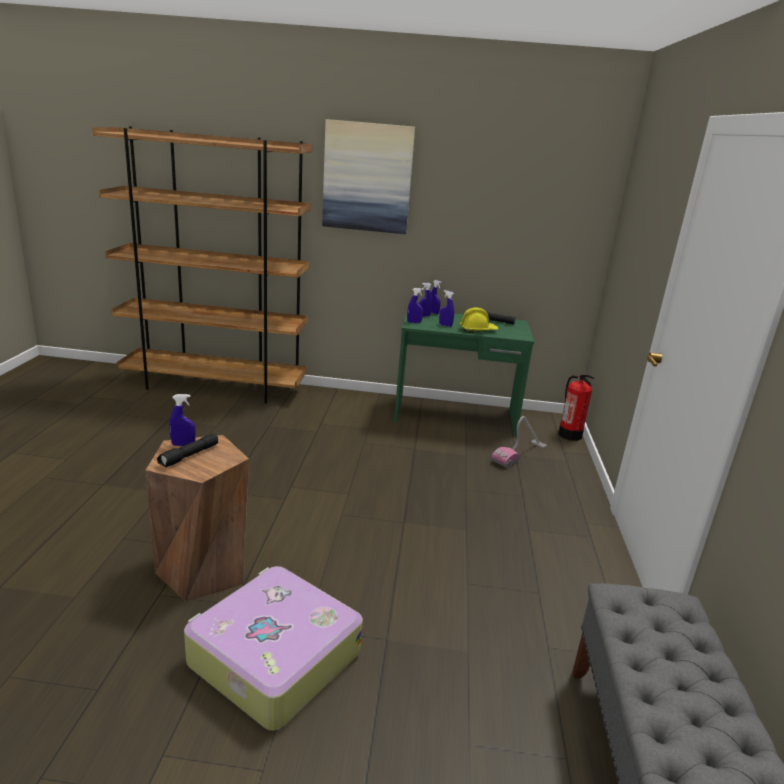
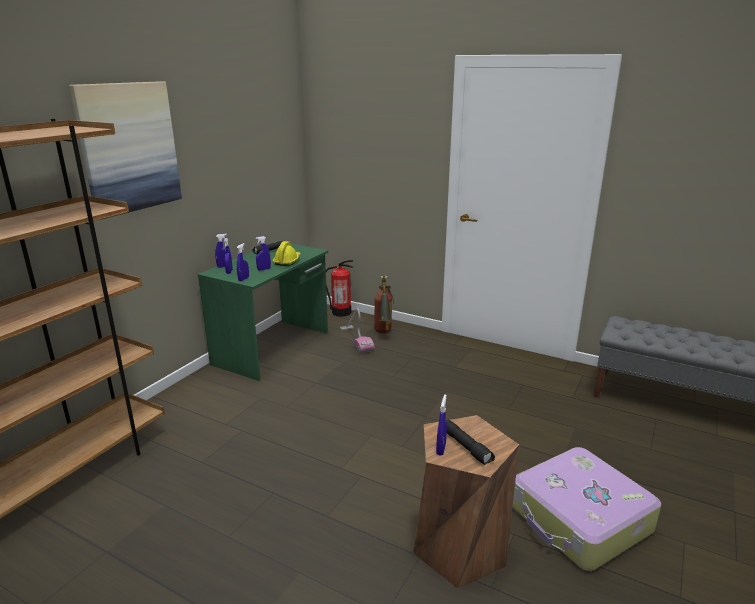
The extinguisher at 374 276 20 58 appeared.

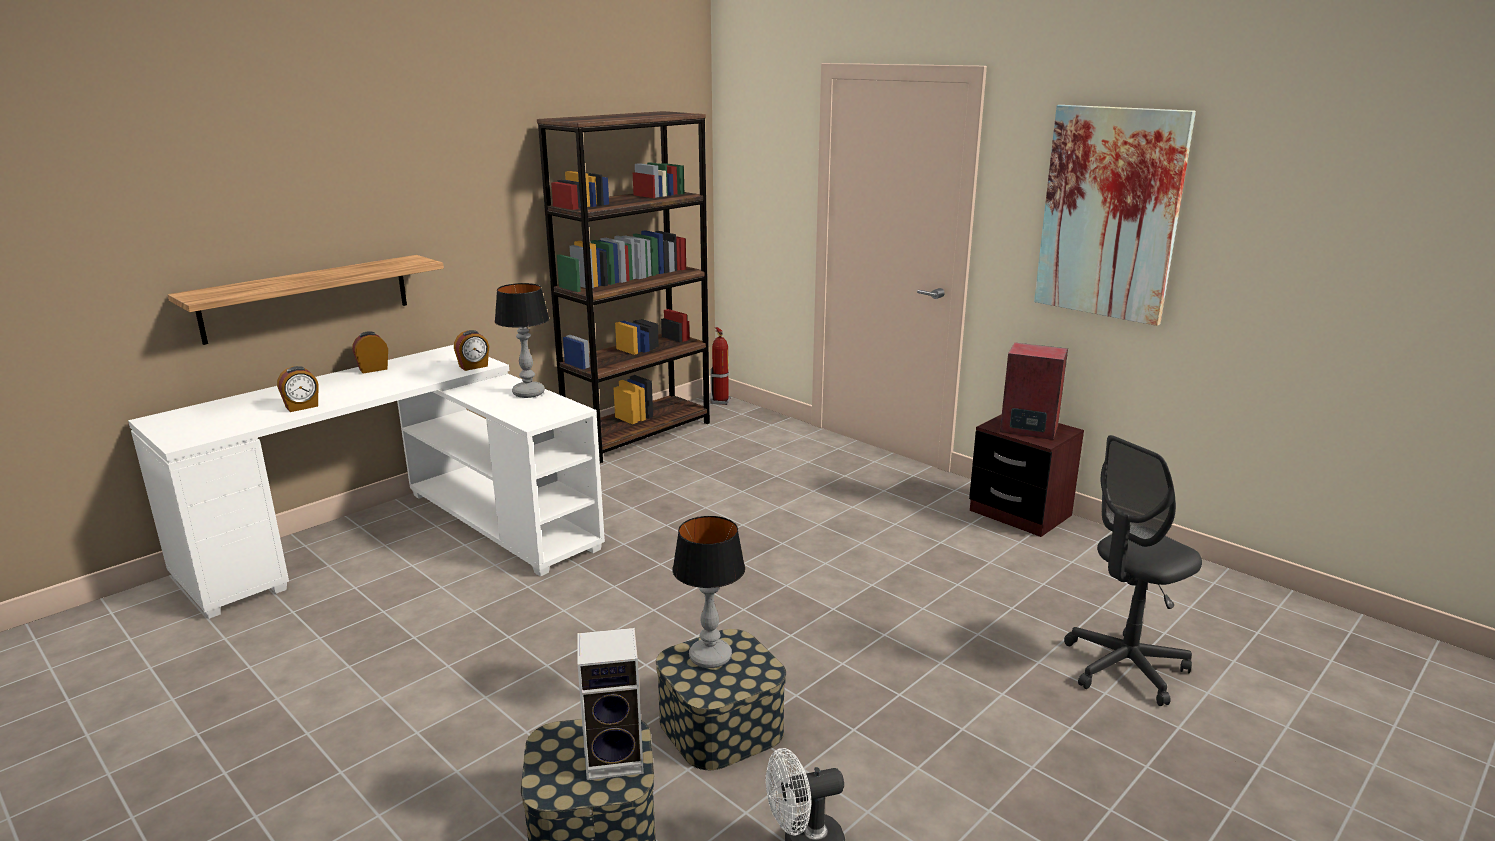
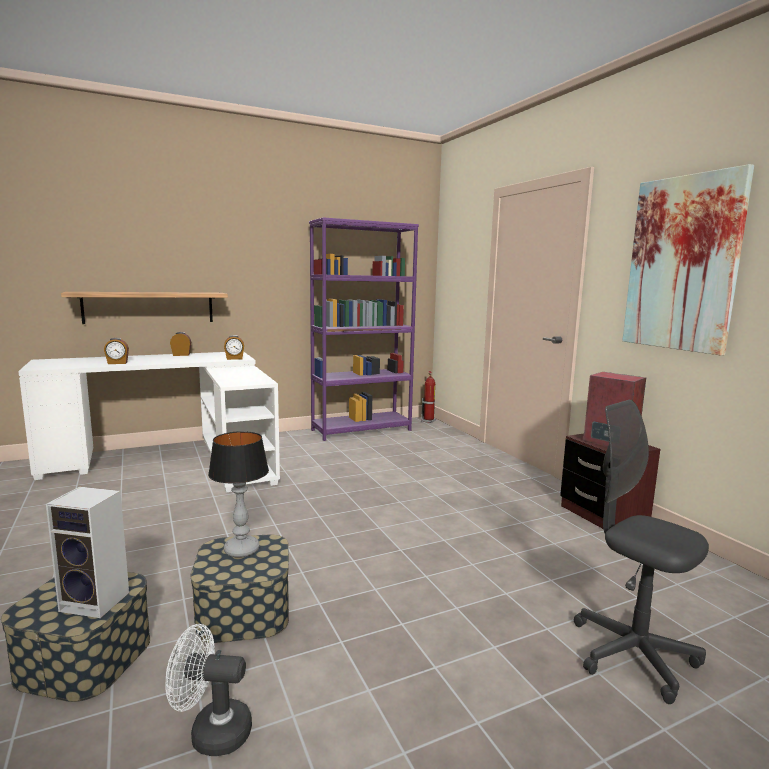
The table lamp at 495 283 54 115 disappeared.
The brown shelving unit at 537 111 173 352 became the purple shelving unit at 309 217 110 224.
The grey desk chair at 1064 435 138 271 turned 60 degrees clockwise.

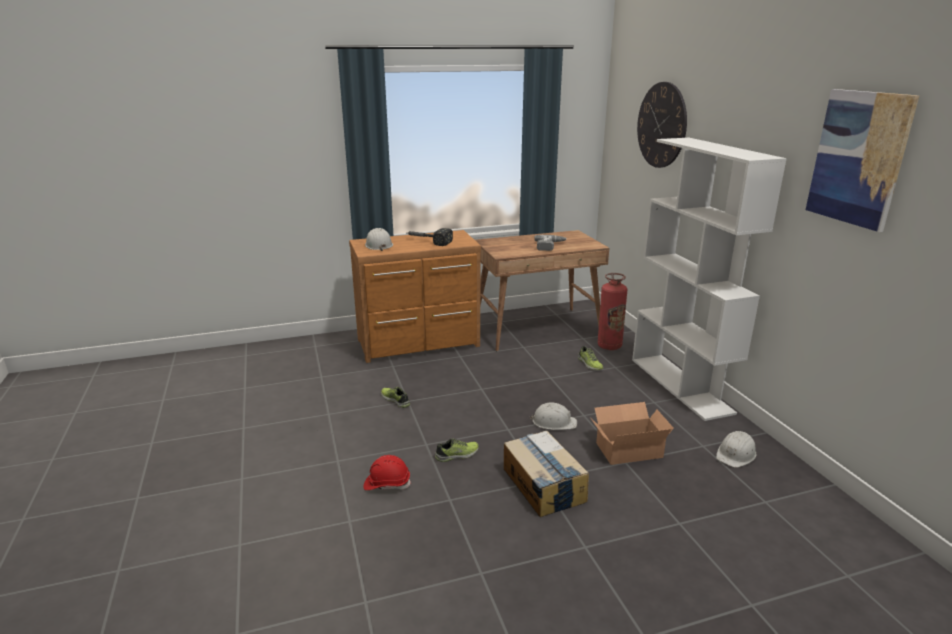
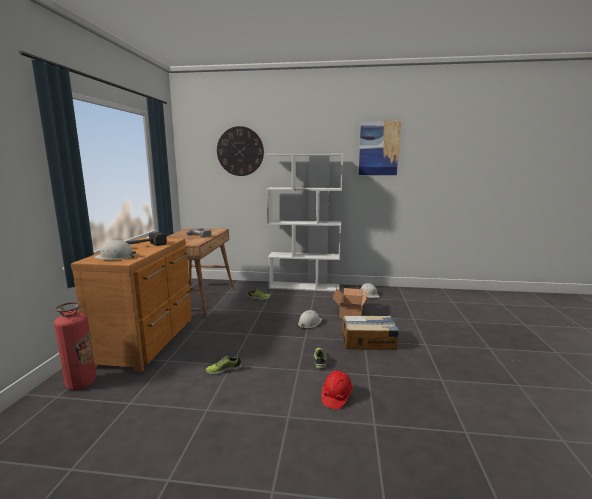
The extinguisher moved from 597 273 31 77 to 54 302 42 88.

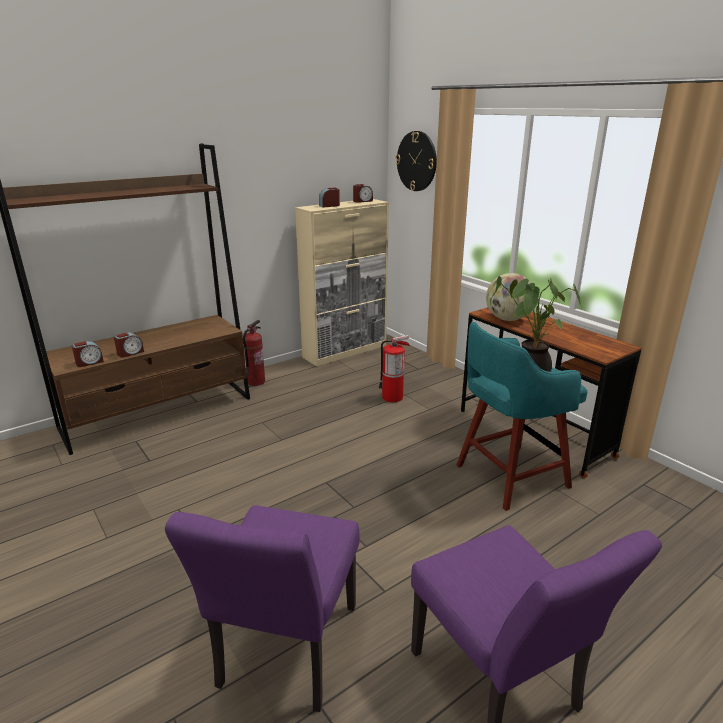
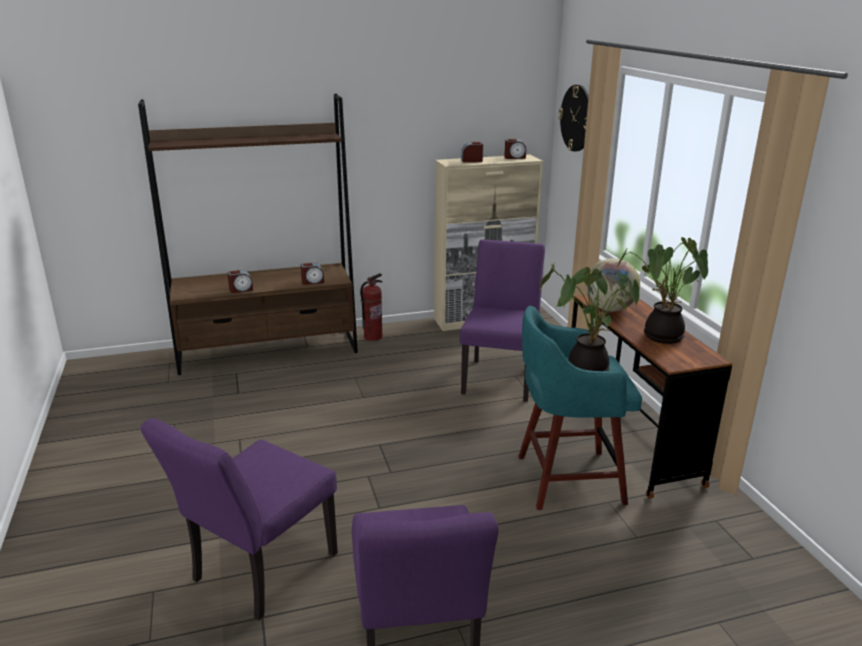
The bedside clock moved from 71 341 33 26 to 301 263 23 22.
The extinguisher at 378 335 32 67 was replaced by the purple chair at 459 240 86 162.
The potted plant at 617 237 91 107 appeared.

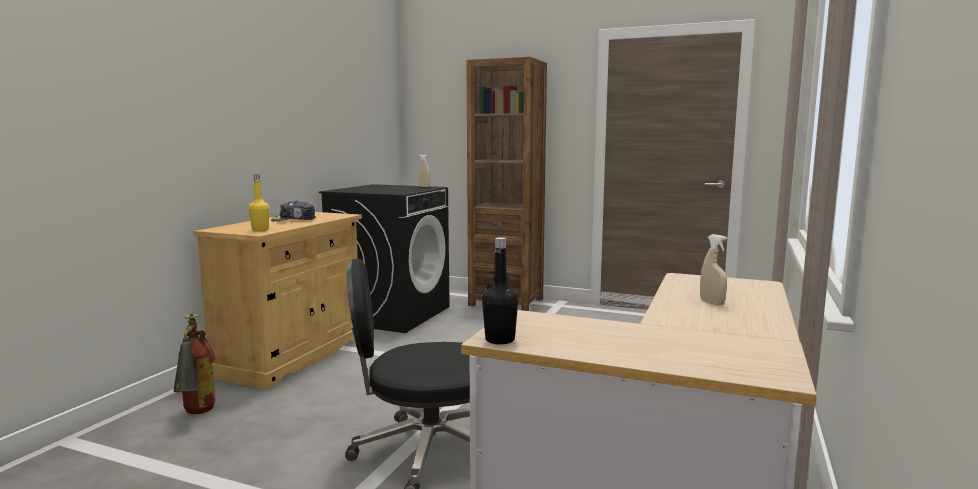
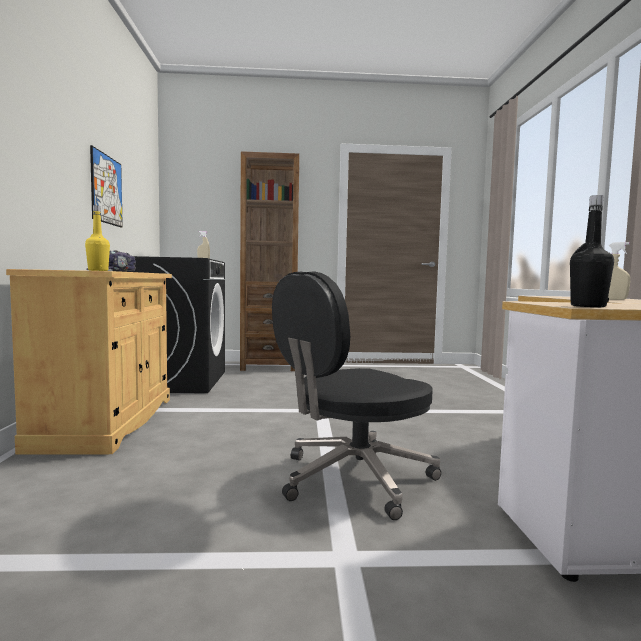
The extinguisher at 174 314 41 100 disappeared.
The picture at 90 145 33 83 appeared.

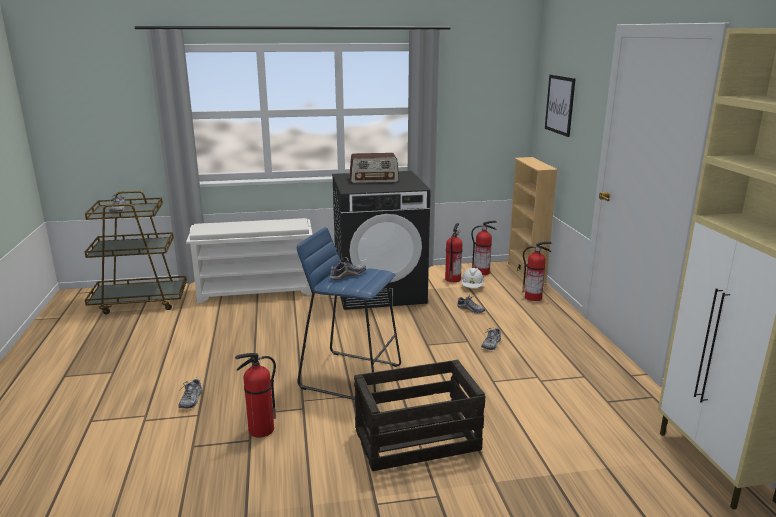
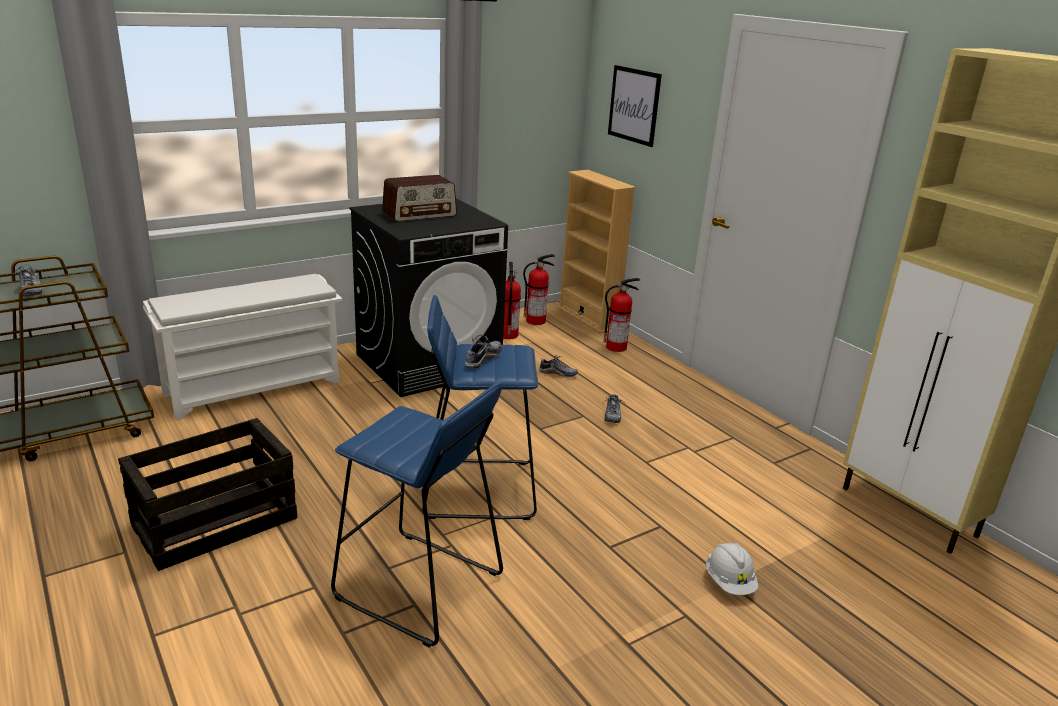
The item of footwear at 179 379 23 30 disappeared.
The extinguisher at 235 353 41 84 was replaced by the bluish stool seat at 331 383 172 264.
The crate moved from 354 360 131 111 to 118 418 179 153.
The white-coloured safety helmet moved from 461 268 23 20 to 706 543 52 52.

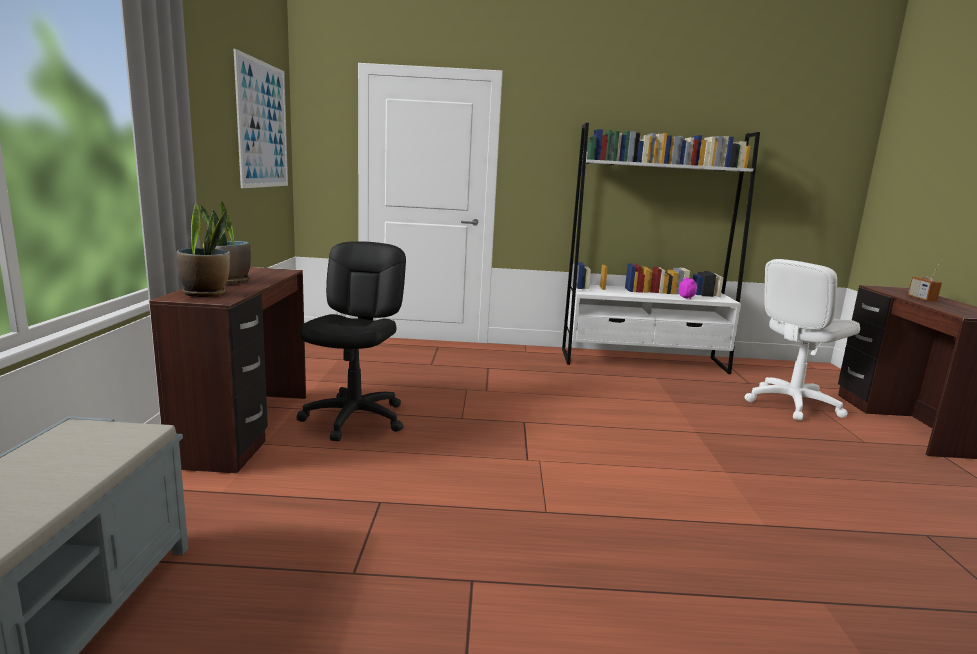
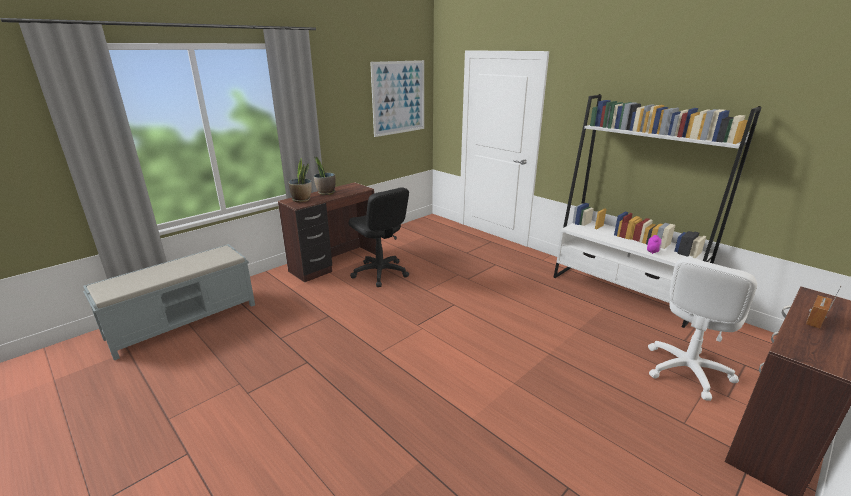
The black-coloured desk chair at 296 241 110 200 turned 90 degrees clockwise.
The white-coloured desk chair at 745 259 115 162 turned 60 degrees counterclockwise.

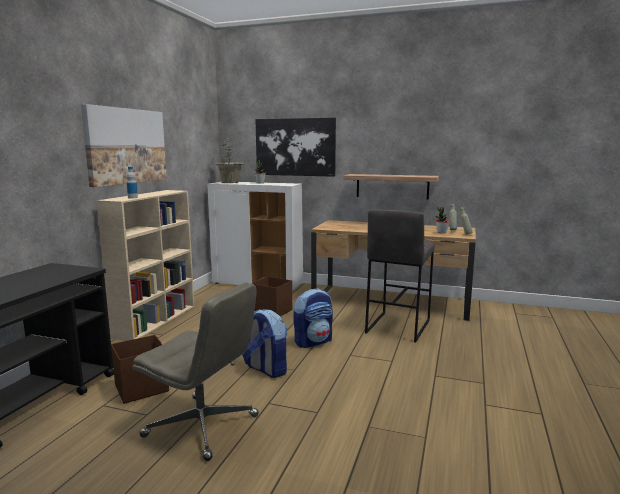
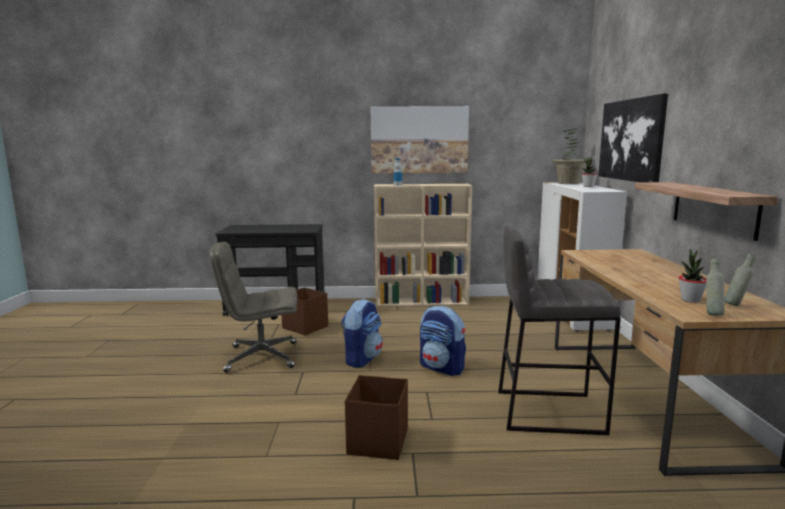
The grey desk chair at 133 282 126 179 turned 75 degrees clockwise.
The brown storage container moved from 252 276 40 40 to 345 375 63 85.

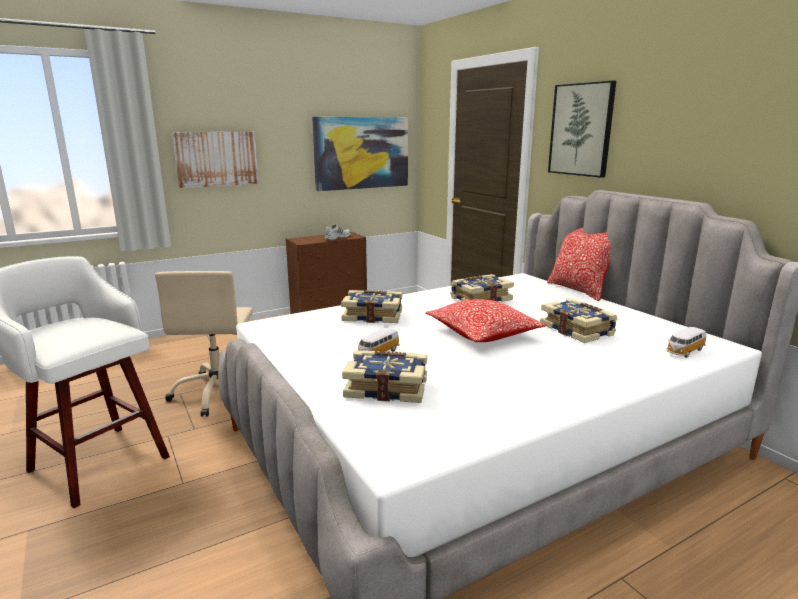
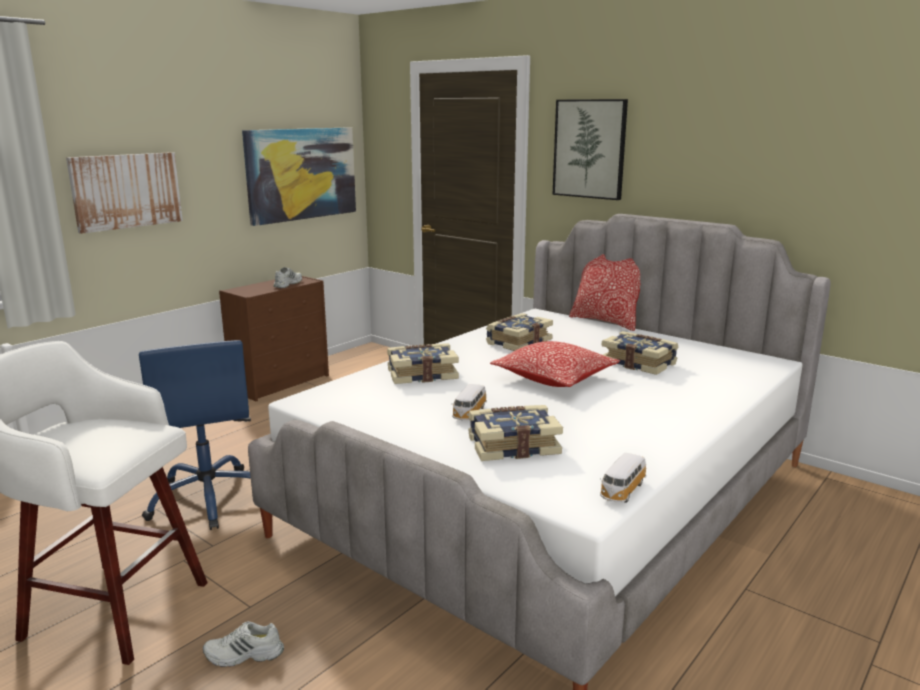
The beige-coloured desk chair at 155 271 98 146 became the bluish desk chair at 139 340 112 190.
The toy car moved from 666 327 41 31 to 600 453 46 50.
The white-coloured item of footwear at 203 621 81 46 appeared.

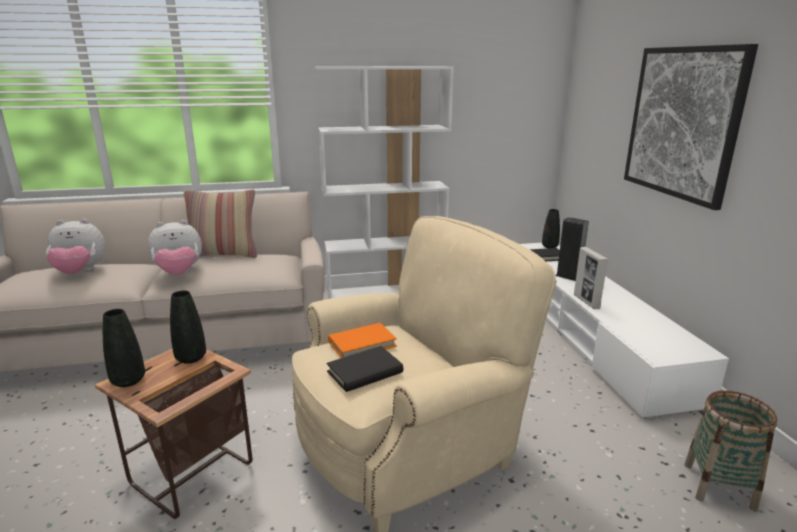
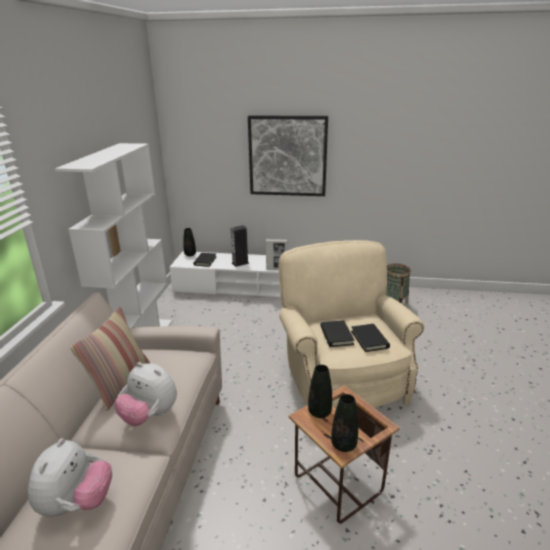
The plush toy at 148 220 54 55 turned 120 degrees clockwise.
The orange volume at 328 323 69 35 became the black-coloured volume at 320 320 34 27.

